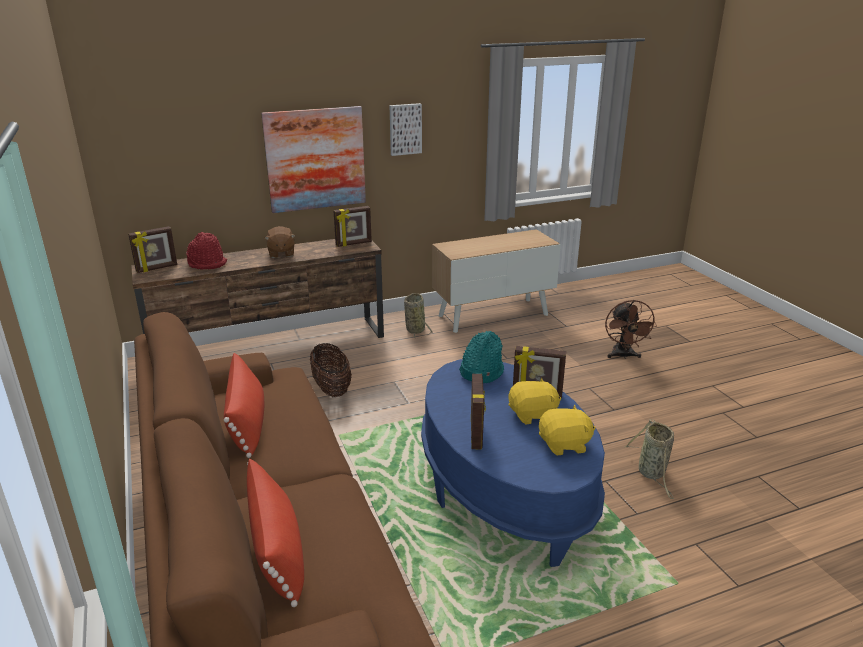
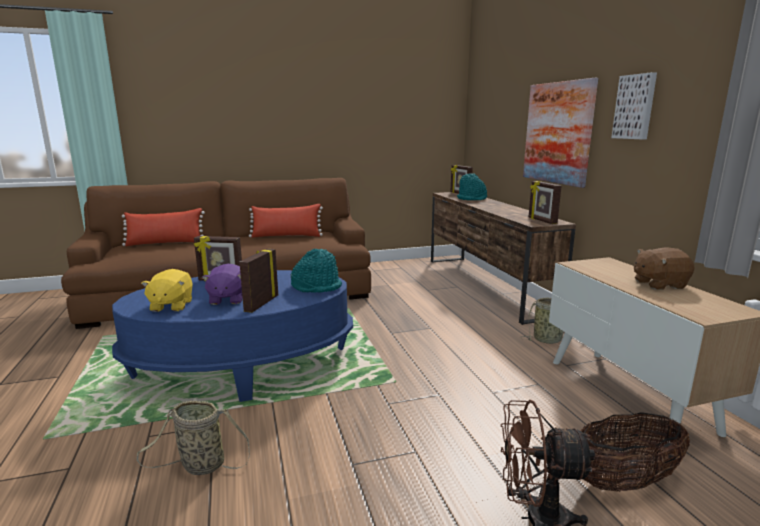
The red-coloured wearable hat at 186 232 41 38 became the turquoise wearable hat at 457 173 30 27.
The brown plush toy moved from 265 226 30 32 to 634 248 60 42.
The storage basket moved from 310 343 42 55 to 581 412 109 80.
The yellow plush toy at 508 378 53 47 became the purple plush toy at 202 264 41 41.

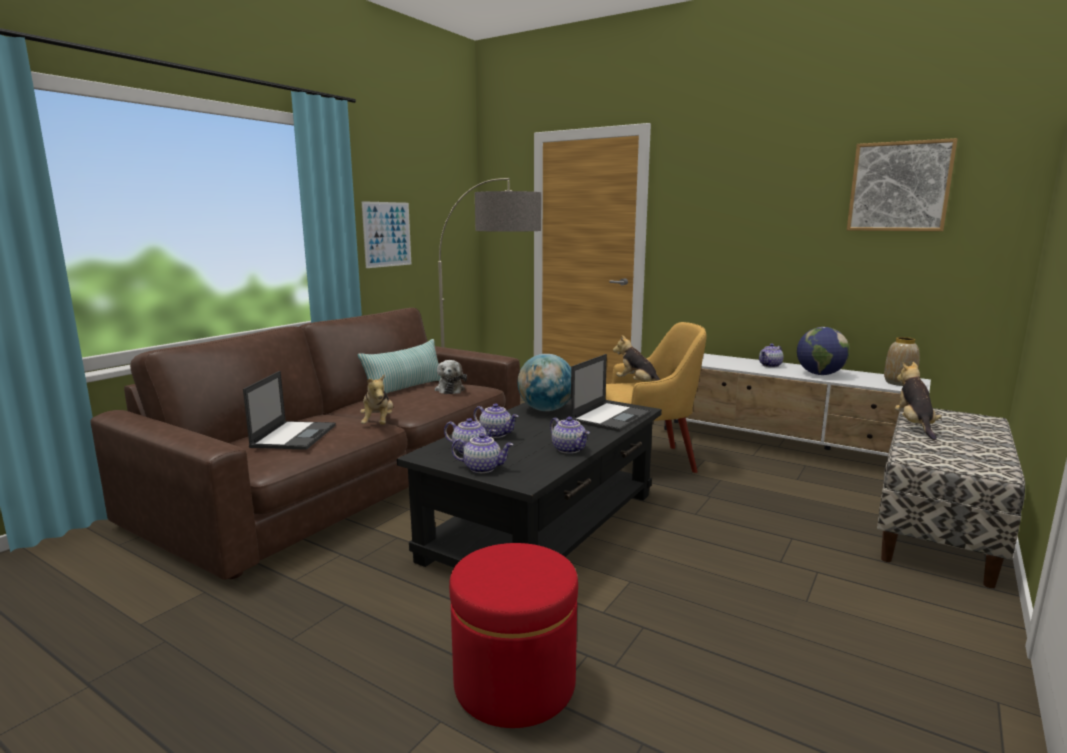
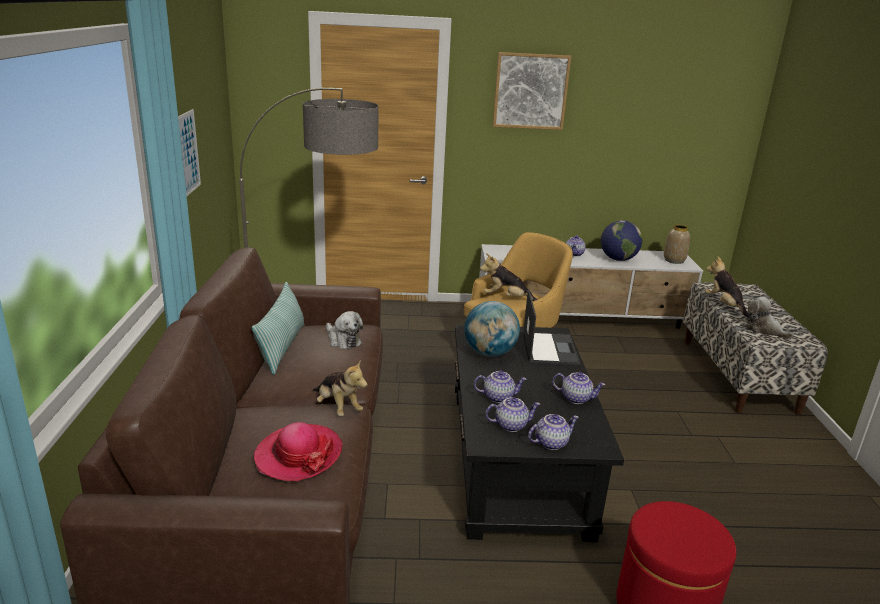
The laptop at 243 371 93 79 was replaced by the wearable hat at 254 422 89 59.
The picture moved from 847 138 111 93 to 493 52 78 78.
The plush toy at 744 297 50 42 appeared.

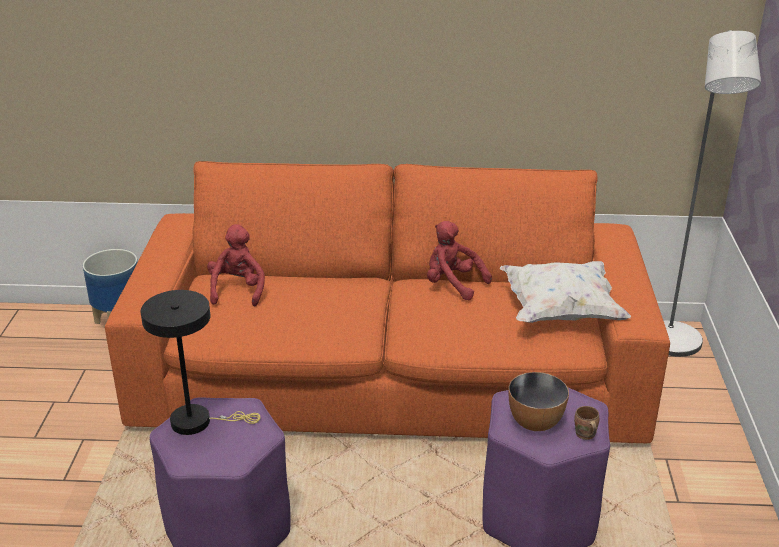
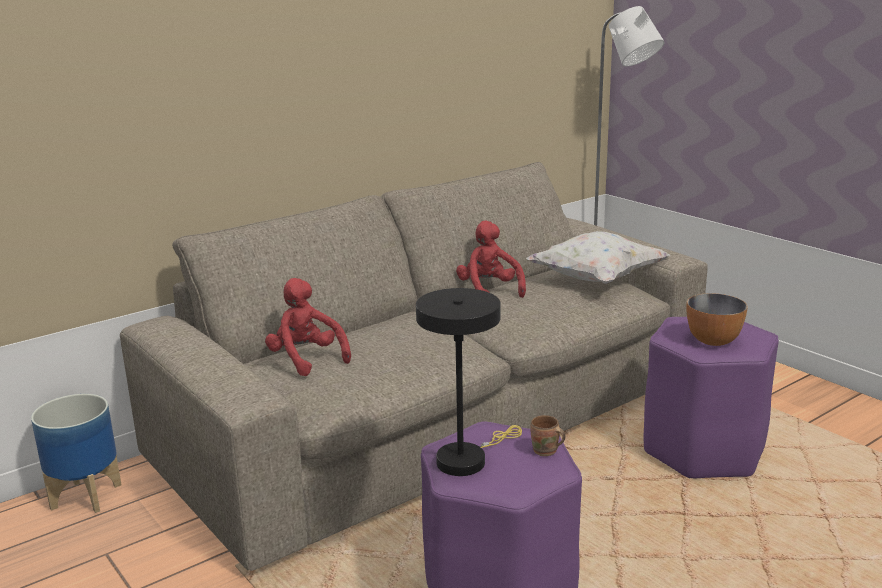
The orange settee at 105 161 565 282 became the beige-coloured settee at 120 162 588 409.
The red-coloured plush toy at 427 221 65 79 turned 75 degrees clockwise.
The brown coffee mug moved from 574 406 25 34 to 531 415 35 41.

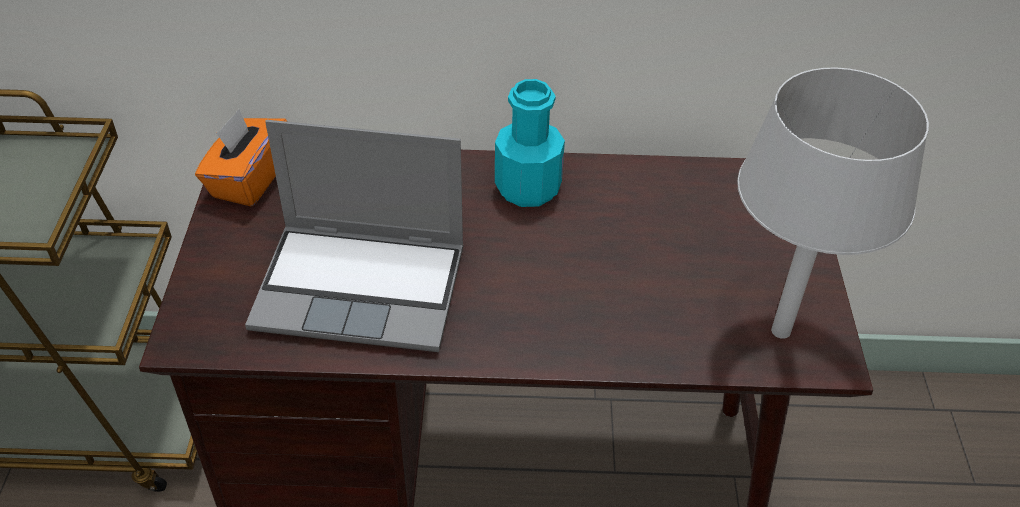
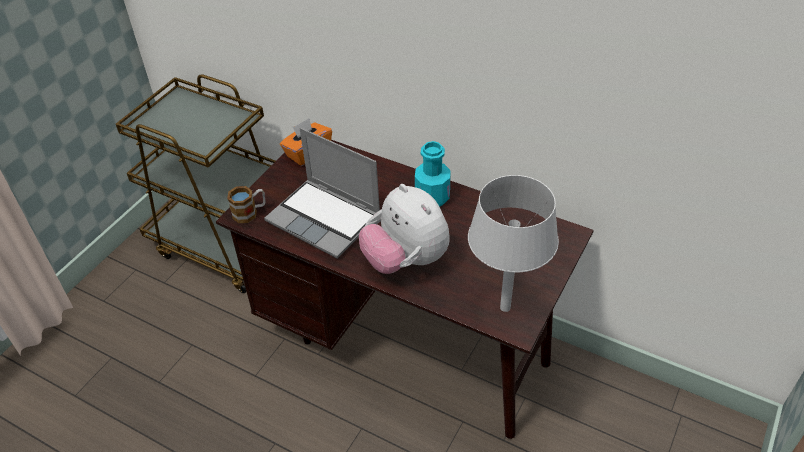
The coffee mug at 227 186 39 37 appeared.
The plush toy at 359 184 91 90 appeared.

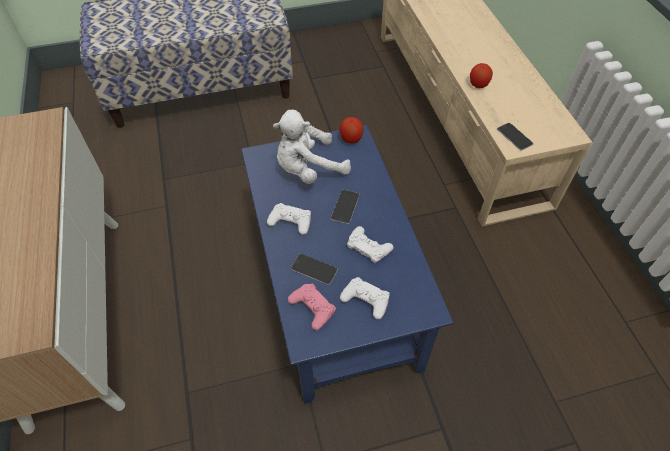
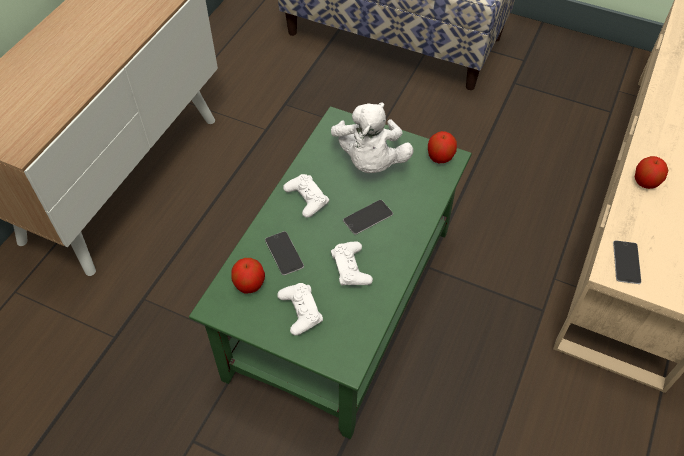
The bluish low table at 241 125 212 279 became the green low table at 189 106 283 333.
The white-coloured plush toy at 273 110 78 74 turned 105 degrees counterclockwise.
The pinkish joypad at 288 284 48 46 was replaced by the apple at 231 258 34 36.

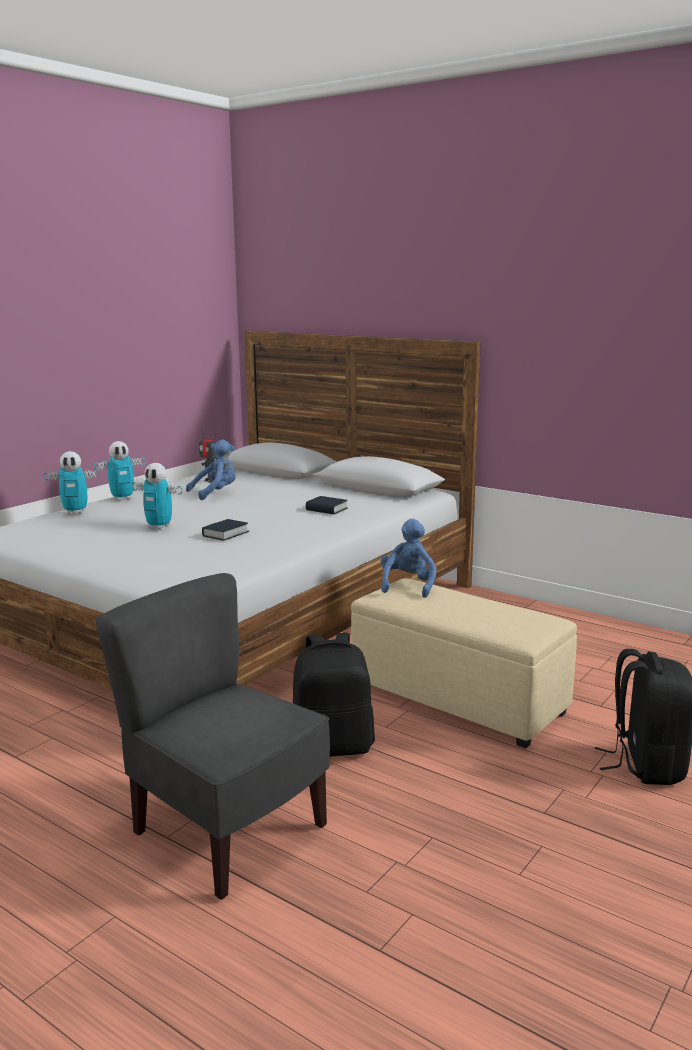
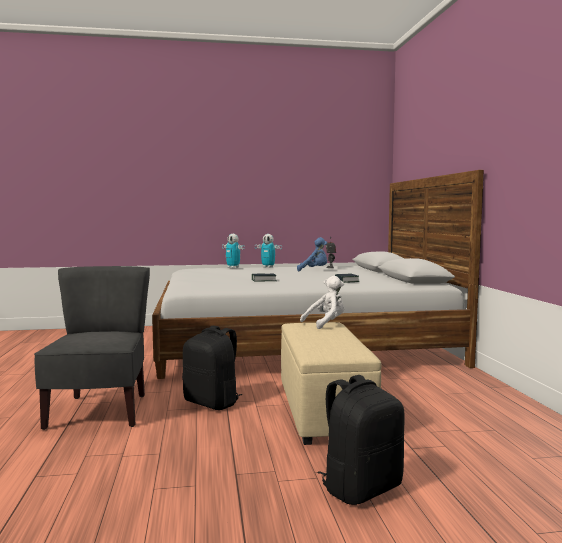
The robot figure at 132 463 50 67 disappeared.
The bluish plush toy at 381 519 55 79 became the white-coloured plush toy at 300 276 44 53.

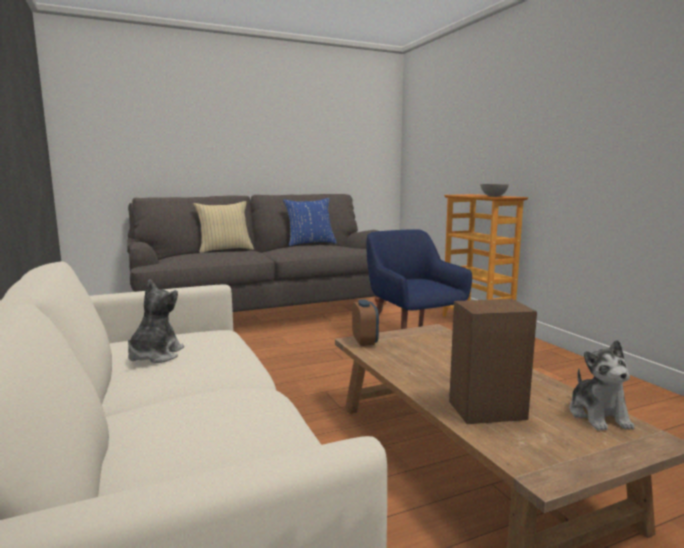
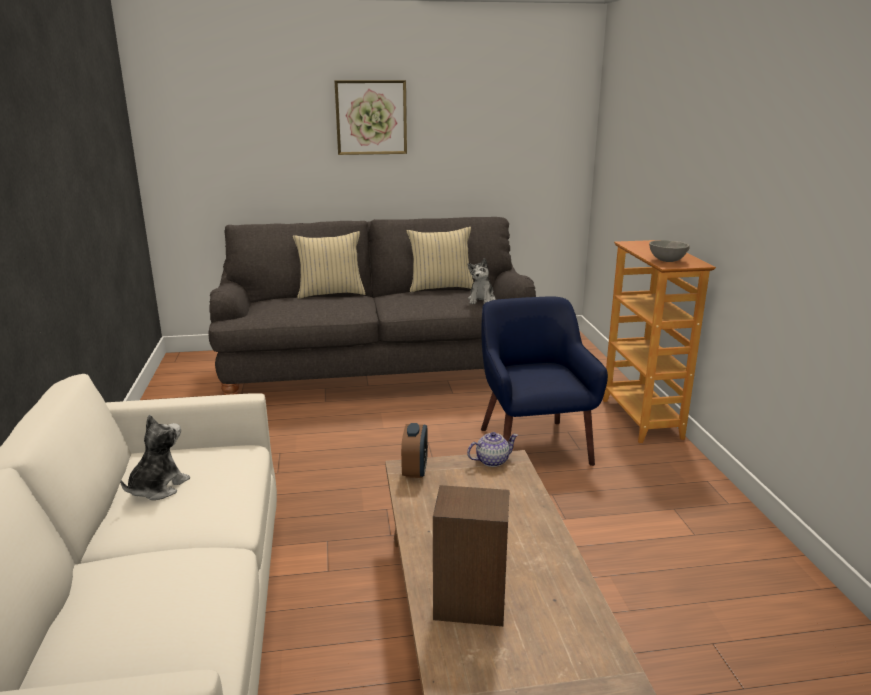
The bluish pillow at 283 198 54 48 became the beige-coloured pillow at 407 227 67 65.
The plush toy moved from 569 340 65 91 to 468 258 28 46.
The picture at 334 80 73 75 appeared.
The pot for tea at 467 432 51 35 appeared.

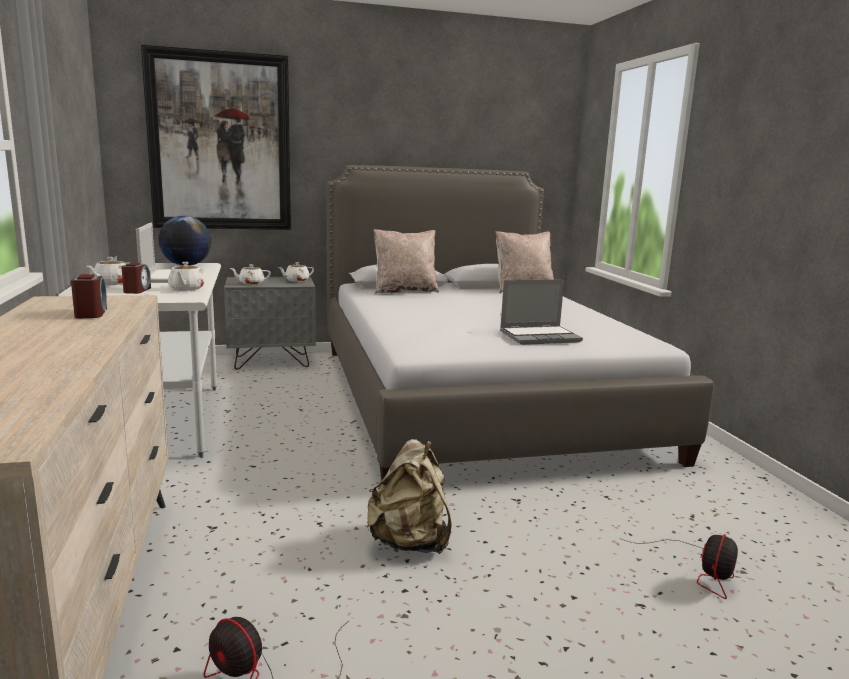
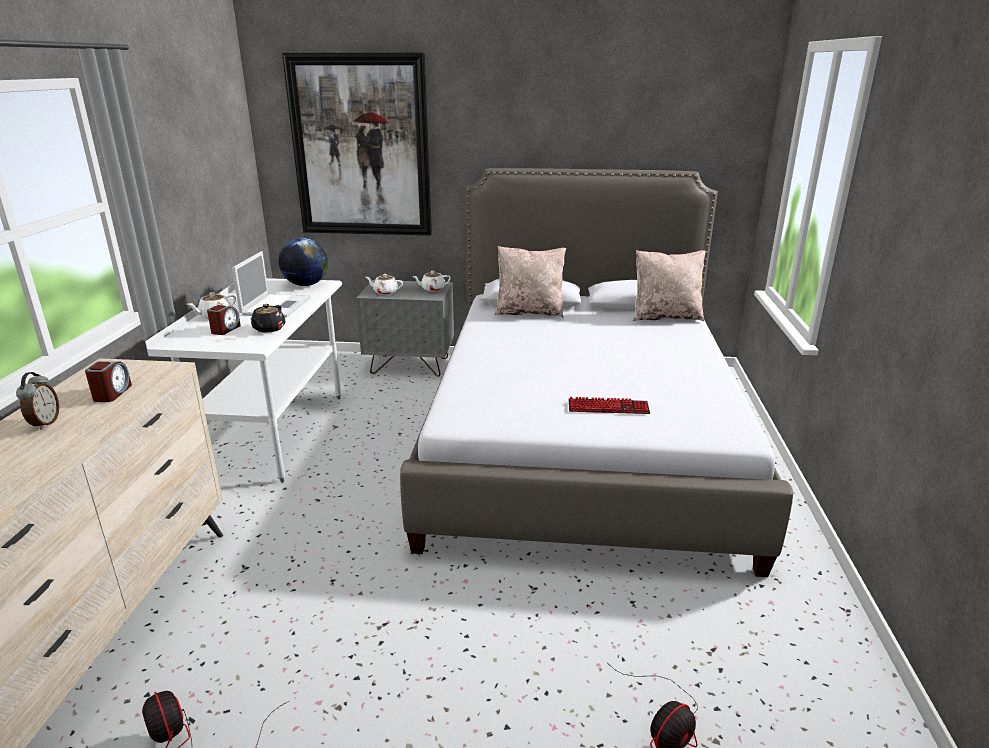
The white-coloured pot for tea at 168 262 37 29 became the black-coloured pot for tea at 251 304 34 29.
The beige-coloured backpack at 367 439 85 115 disappeared.
The laptop at 500 279 83 66 was replaced by the PC keyboard at 569 397 81 17.
The bedside clock at 16 372 43 58 appeared.

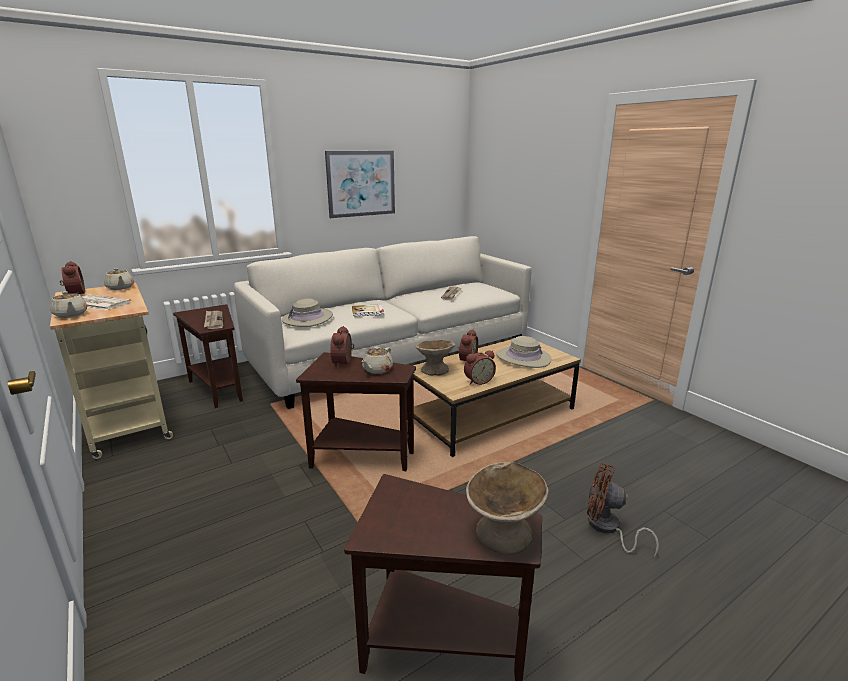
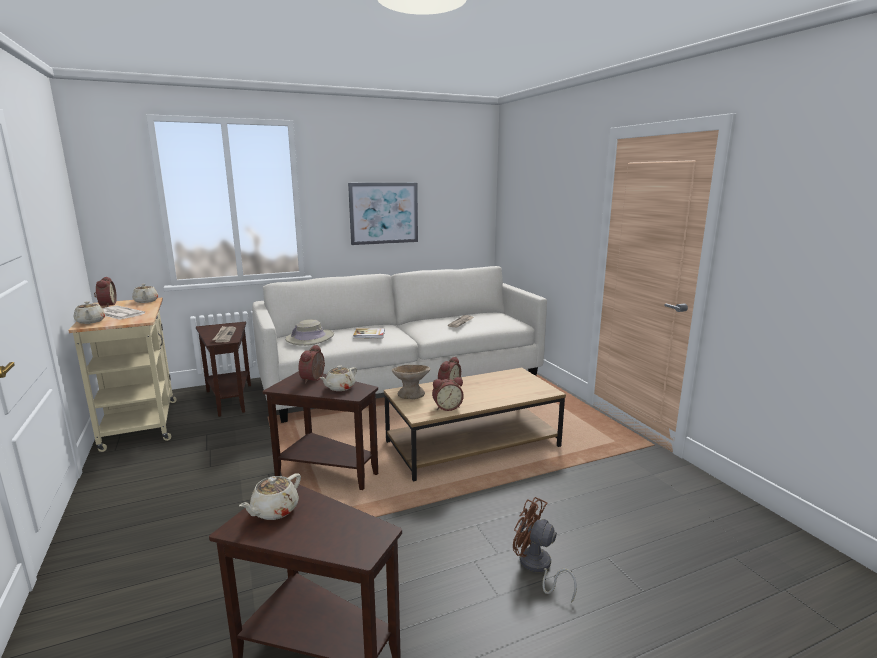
The beige-coloured serving bowl at 466 462 82 93 disappeared.
The beige-coloured wearable hat at 496 336 55 32 disappeared.
The beige-coloured pot for tea at 239 473 62 47 appeared.

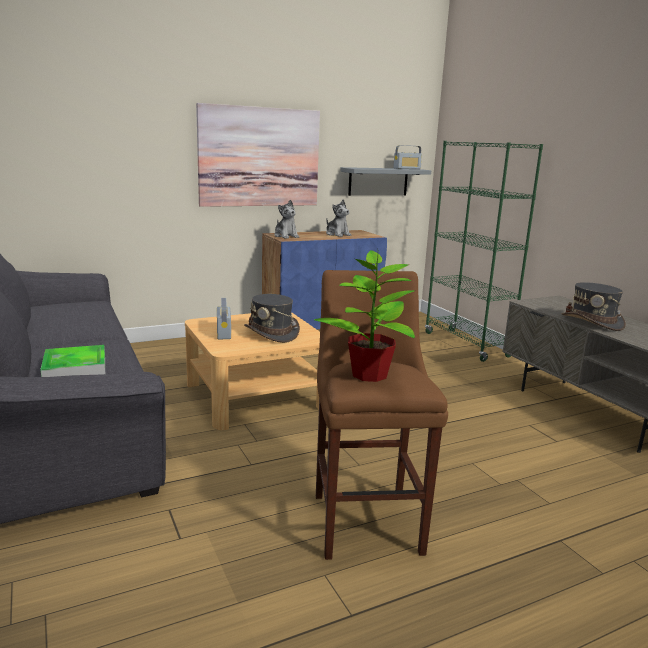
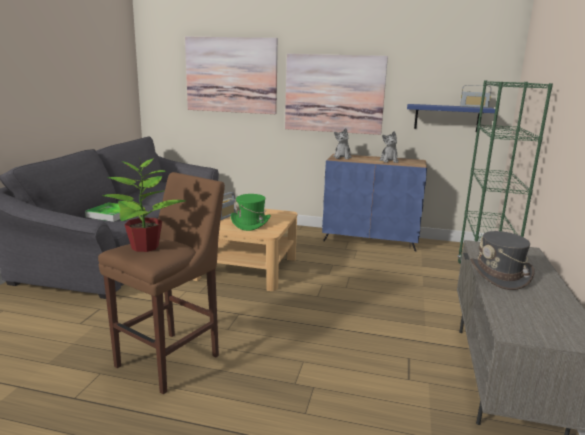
The grey wearable hat at 244 294 56 49 became the green wearable hat at 231 194 40 37.
The grey wall shelf at 340 167 91 29 became the bluish wall shelf at 407 104 88 28.
The picture at 185 37 93 77 appeared.

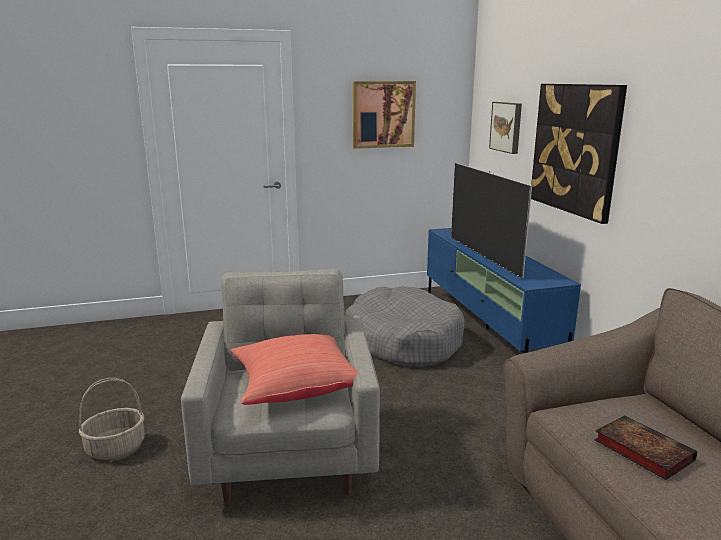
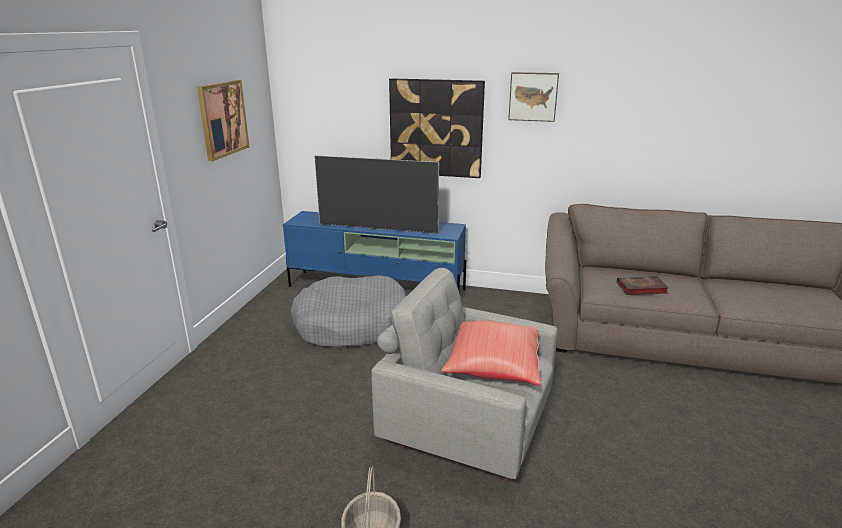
The picture moved from 489 102 33 52 to 508 72 51 50.

